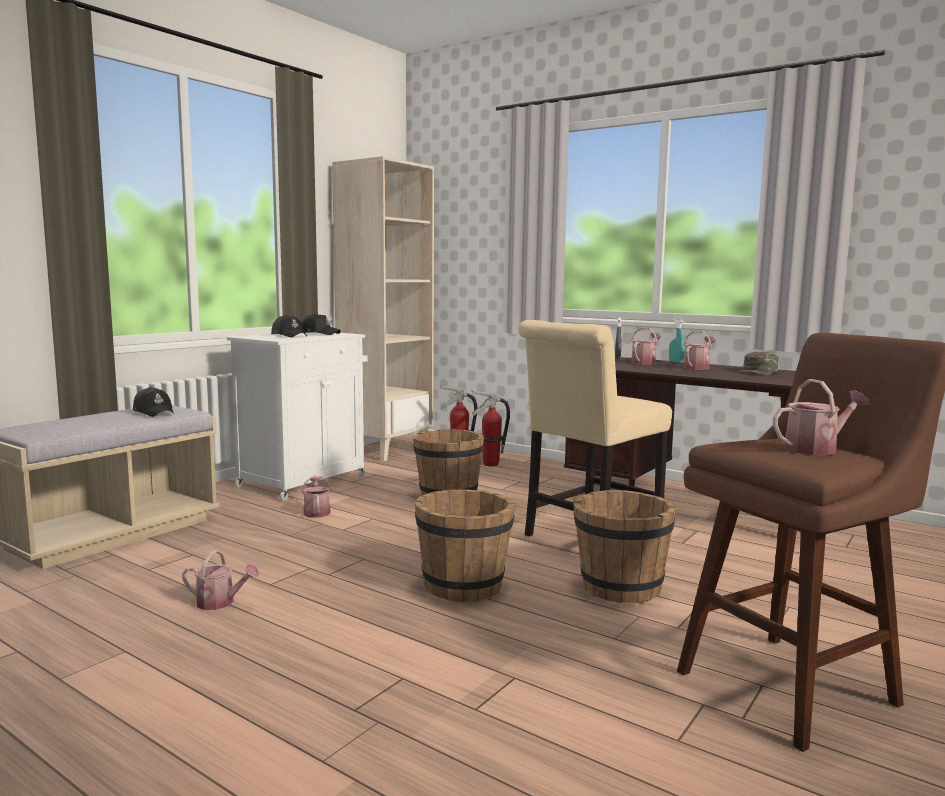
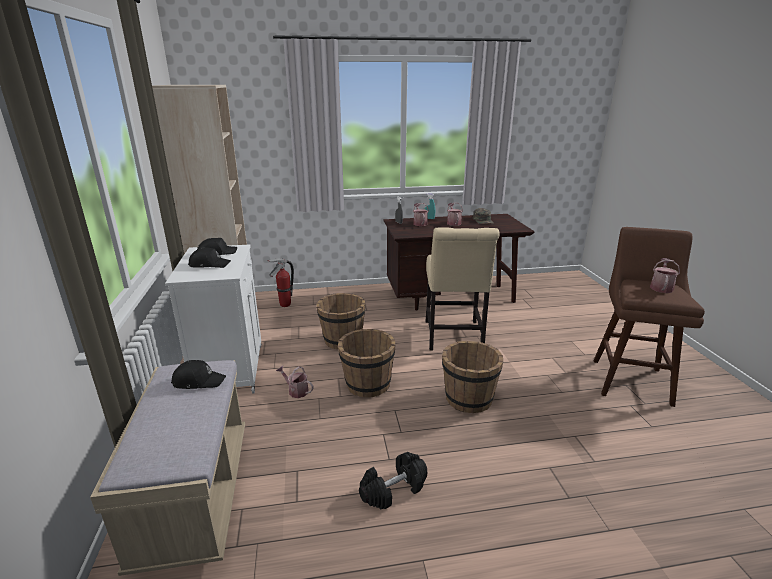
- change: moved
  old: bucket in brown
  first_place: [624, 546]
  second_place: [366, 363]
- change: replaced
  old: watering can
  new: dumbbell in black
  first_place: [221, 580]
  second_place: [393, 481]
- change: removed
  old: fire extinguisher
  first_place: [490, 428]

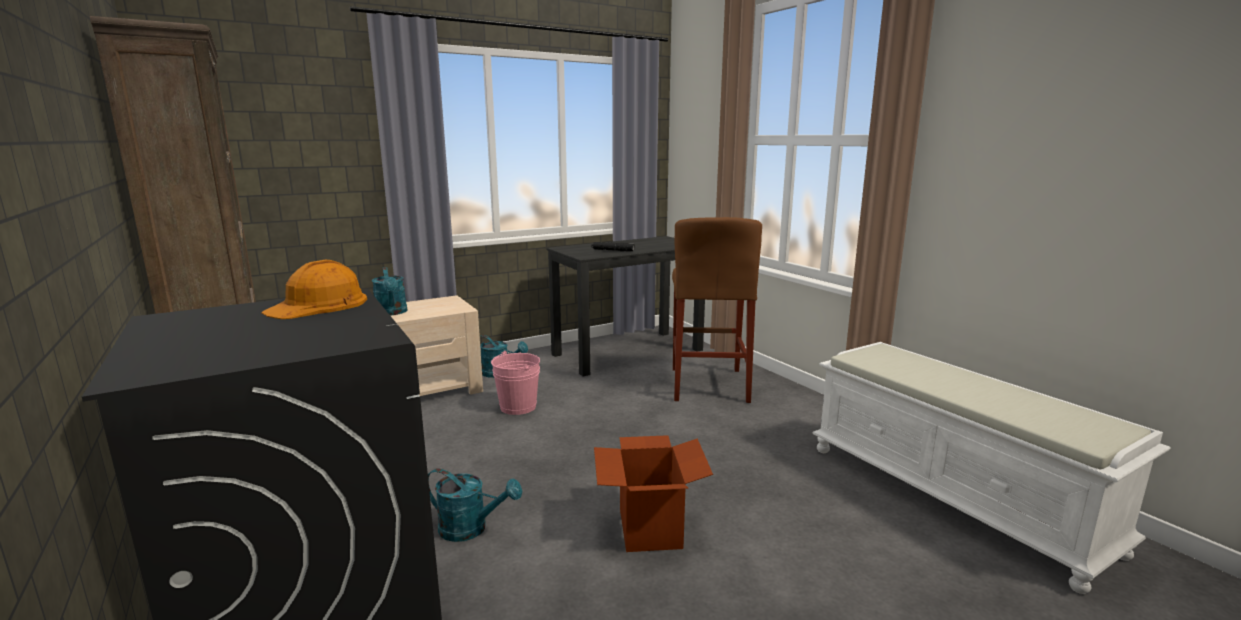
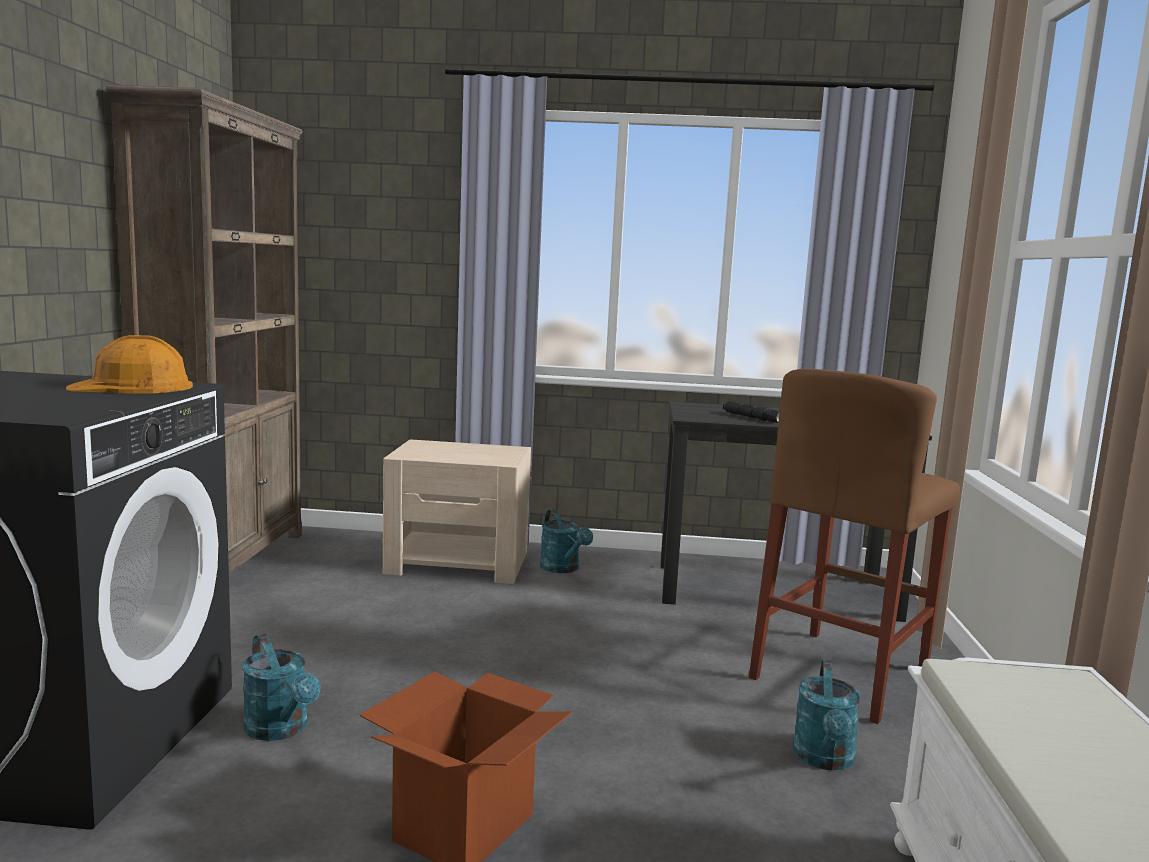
- change: moved
  old: watering can in turquoise
  first_place: [389, 291]
  second_place: [827, 714]
- change: removed
  old: bucket in pink
  first_place: [515, 383]

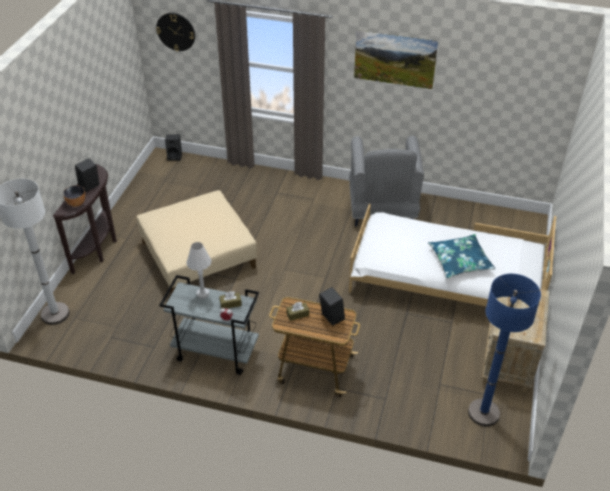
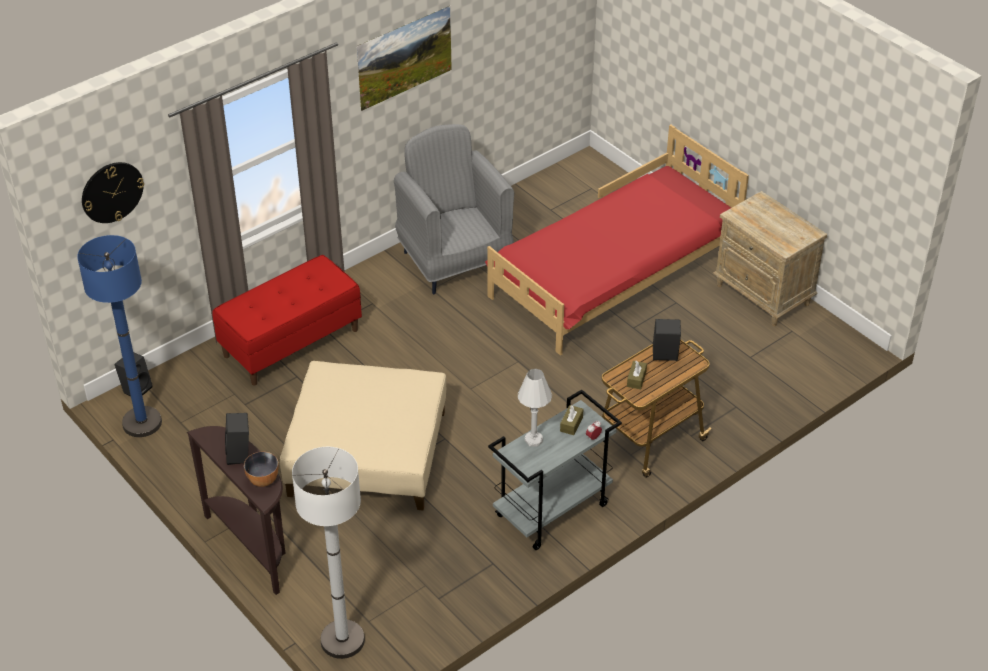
- change: moved
  old: floor lamp in blue
  first_place: [504, 350]
  second_place: [119, 336]
- change: added
  new: bench in red
  second_place: [287, 320]
- change: turned
  old: armchair in grey
  first_place: [386, 181]
  second_place: [454, 209]
  degrees: -150
- change: recoloured
  old: bed in white
  new: bed in red
  first_place: [452, 255]
  second_place: [617, 240]
- change: removed
  old: pillow in blue
  first_place: [461, 256]

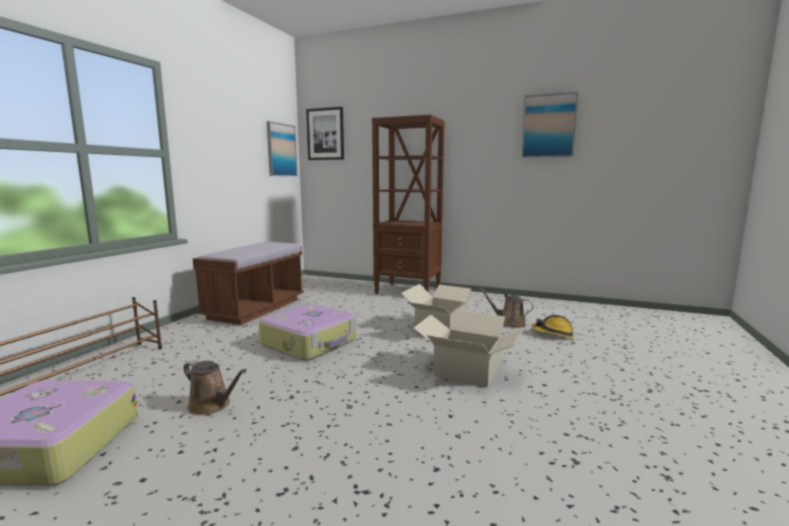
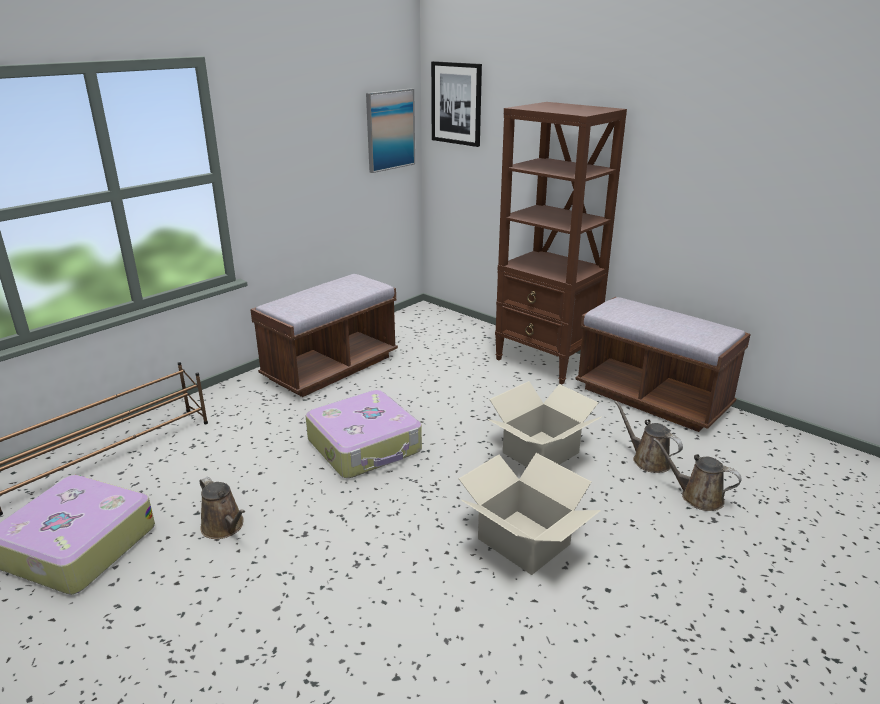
- change: added
  new: bench in brown
  second_place: [663, 364]
- change: replaced
  old: hard hat
  new: watering can in brown
  first_place: [553, 326]
  second_place: [697, 474]
- change: removed
  old: picture
  first_place: [549, 125]

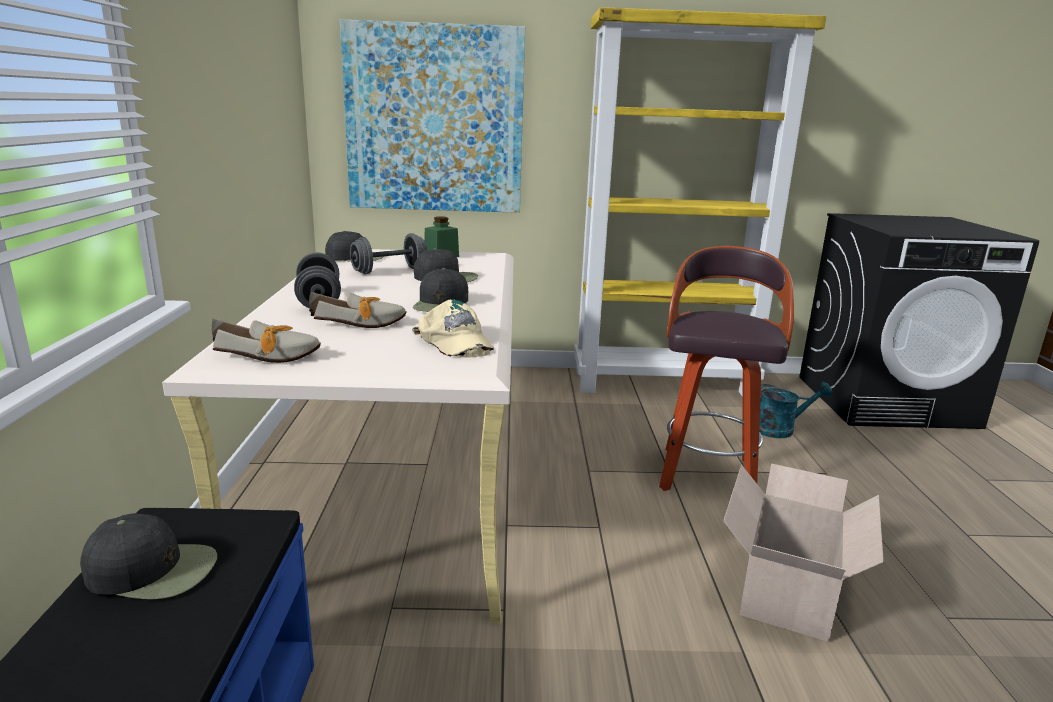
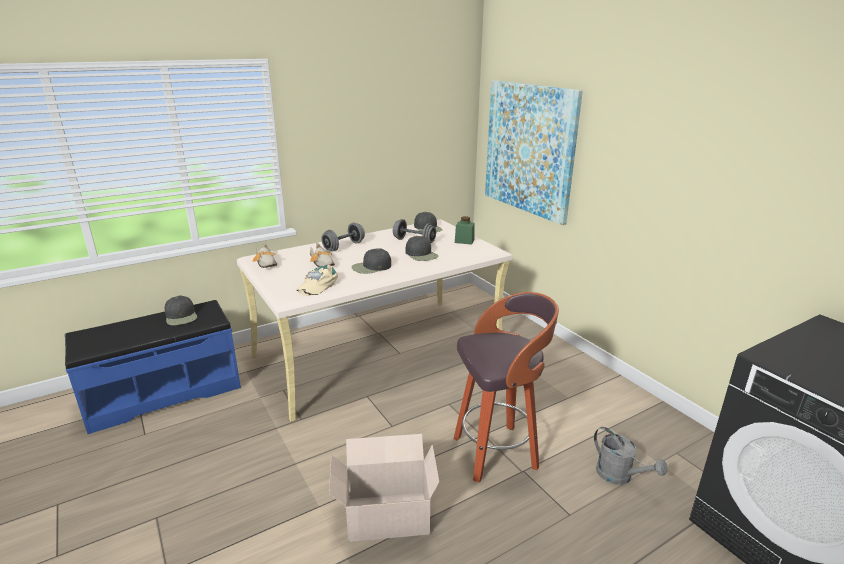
- change: recoloured
  old: watering can in turquoise
  new: watering can in grey
  first_place: [795, 410]
  second_place: [630, 456]
- change: removed
  old: bookcase in yellow
  first_place: [700, 201]

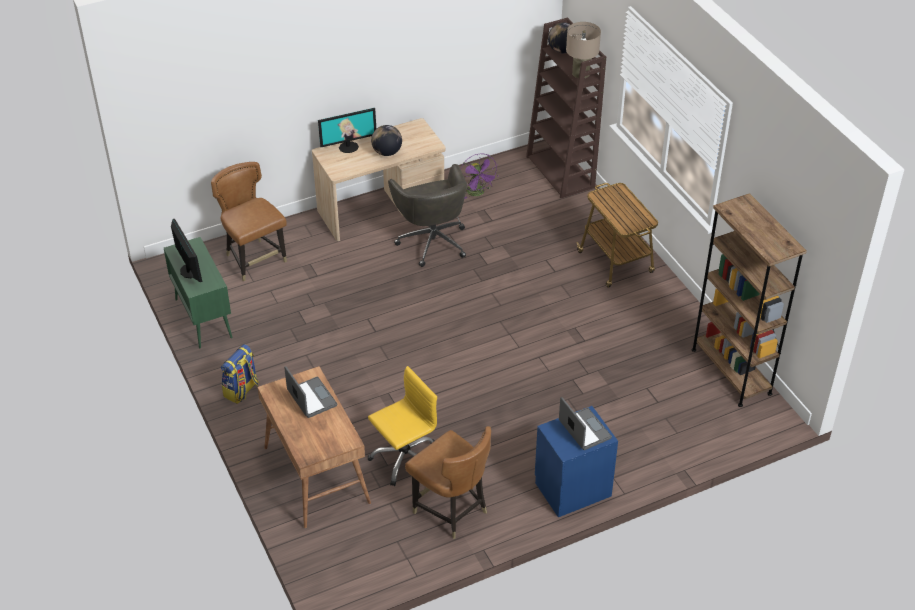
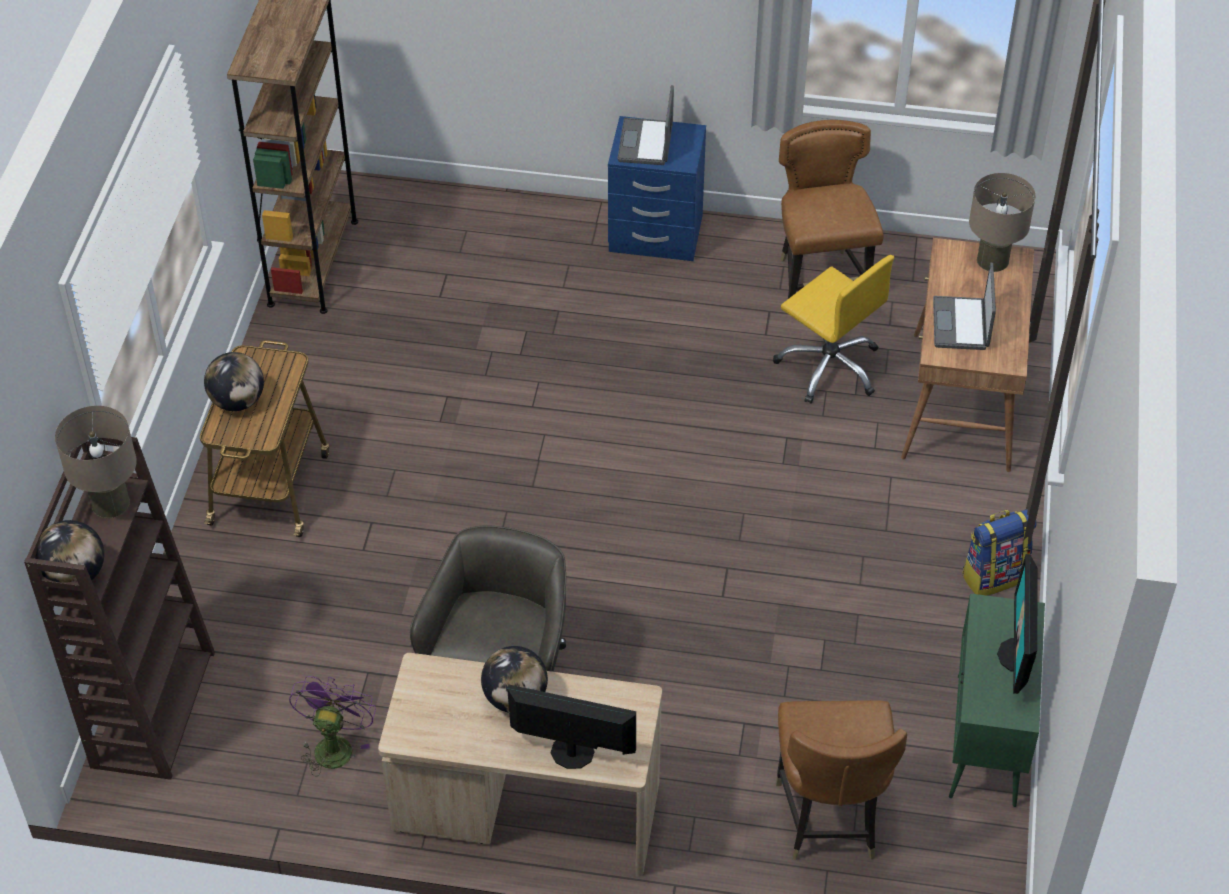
- change: added
  new: globe
  second_place: [234, 381]
- change: turned
  old: office chair in yellow
  first_place: [402, 426]
  second_place: [833, 329]
  degrees: -135
- change: added
  new: table lamp in beige
  second_place: [1002, 222]

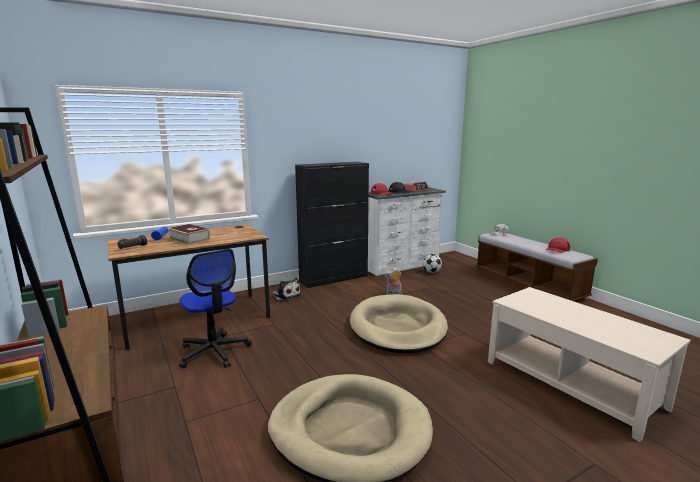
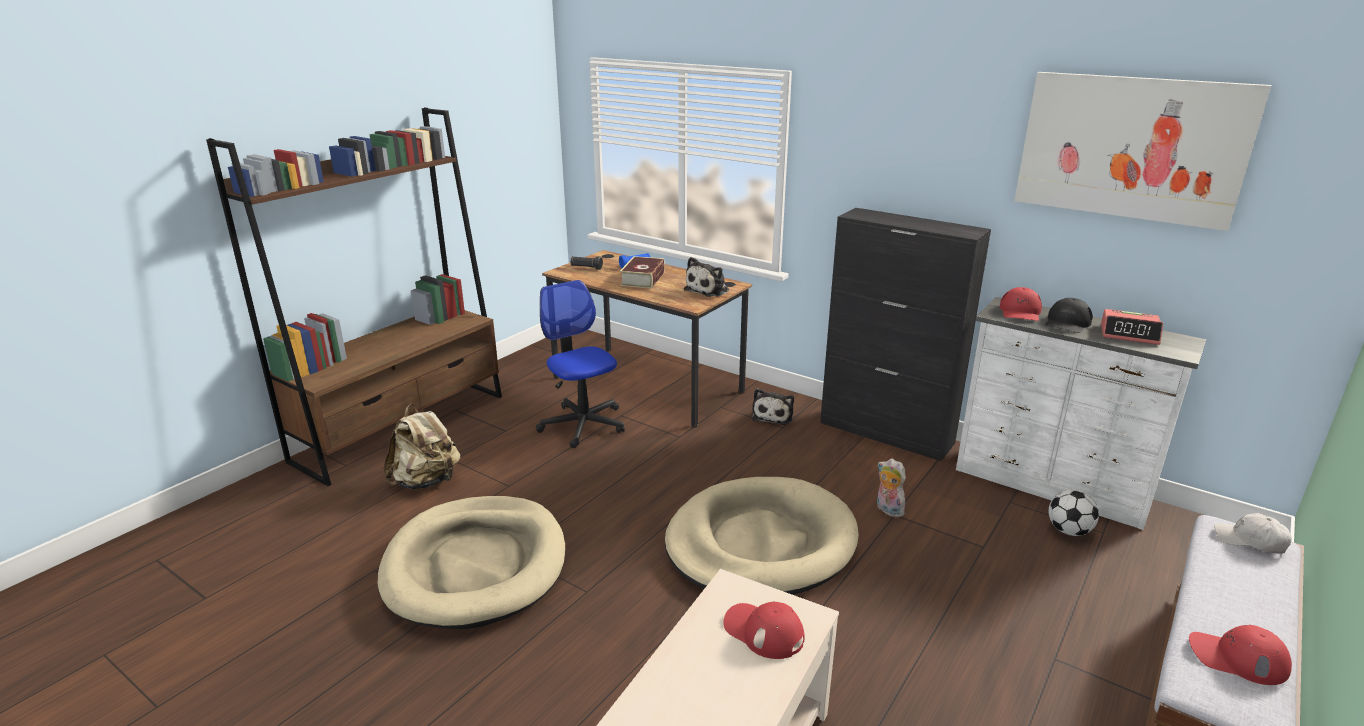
- change: added
  new: backpack in beige
  second_place: [421, 447]
- change: turned
  old: office chair
  first_place: [215, 308]
  second_place: [580, 364]
  degrees: 120
- change: added
  new: plush toy
  second_place: [706, 277]
- change: added
  new: cap in red
  second_place: [764, 630]
- change: added
  new: picture
  second_place: [1142, 151]

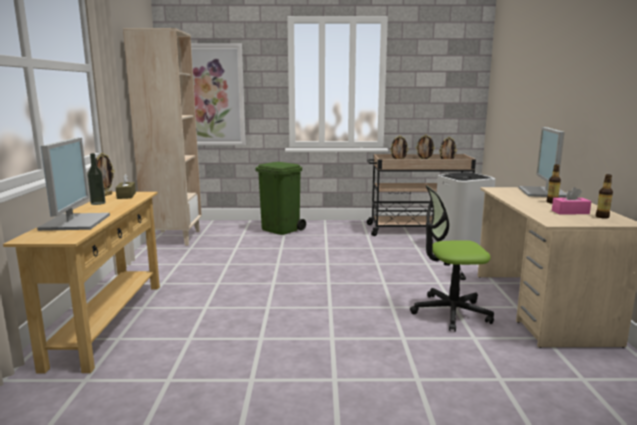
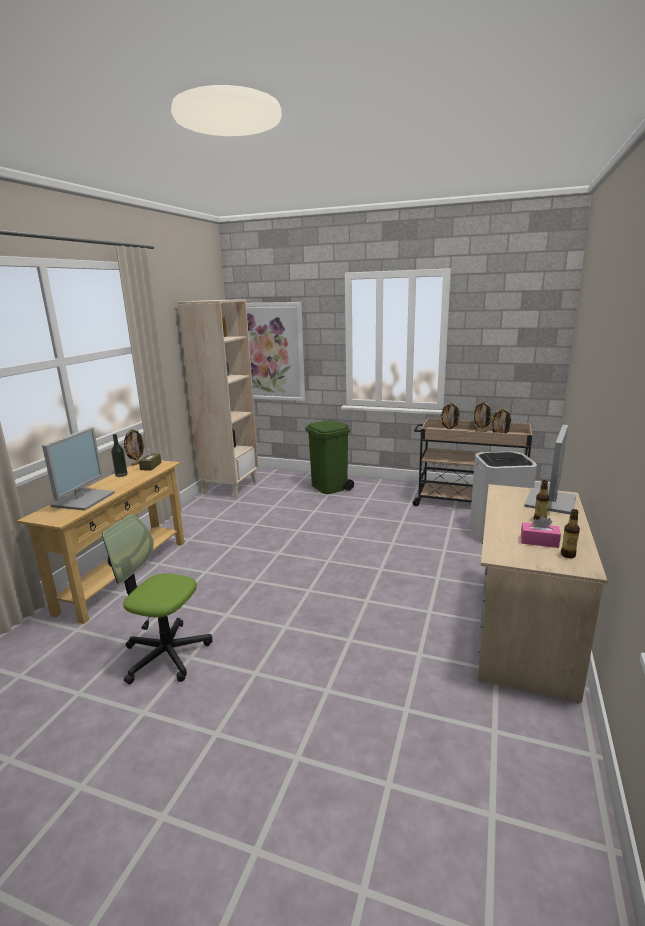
- change: moved
  old: office chair
  first_place: [452, 258]
  second_place: [157, 599]

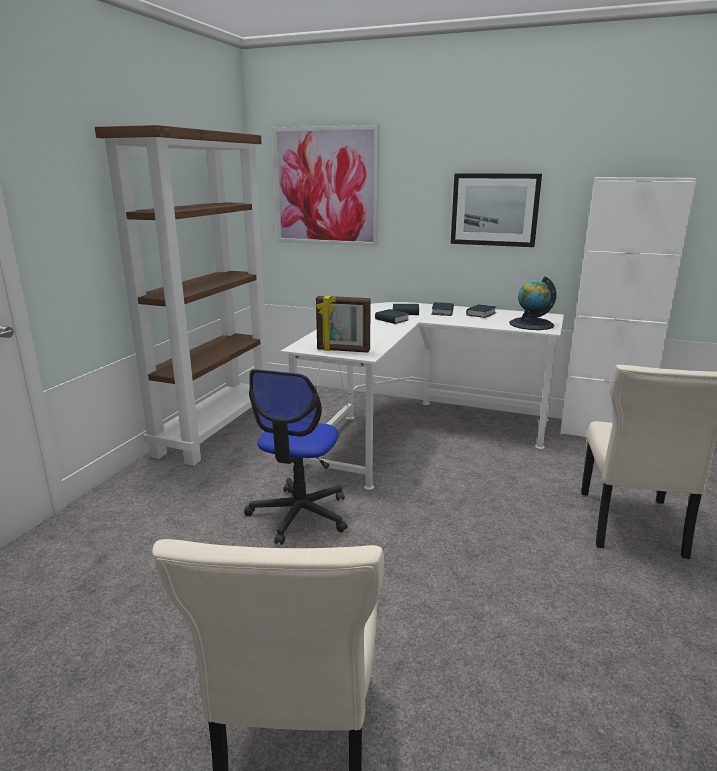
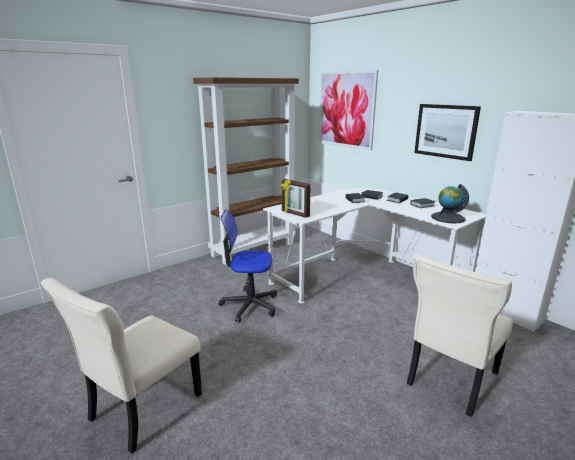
- change: turned
  old: office chair
  first_place: [295, 457]
  second_place: [248, 266]
  degrees: 45

